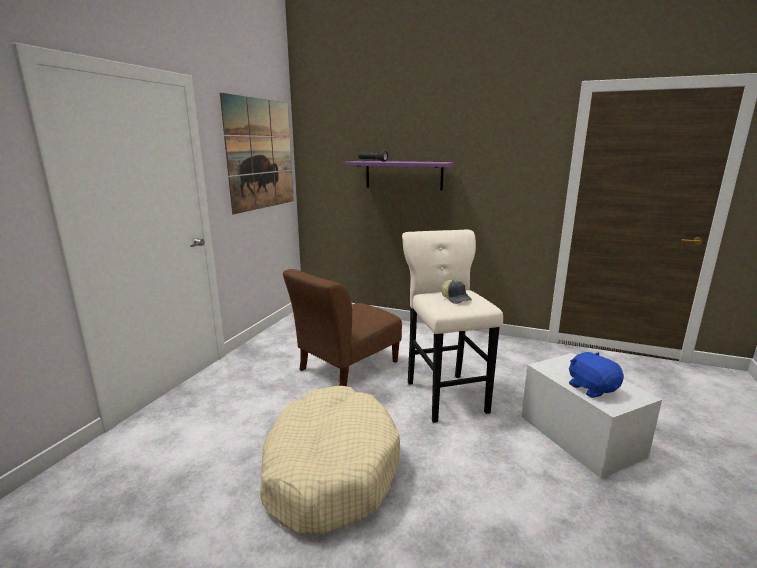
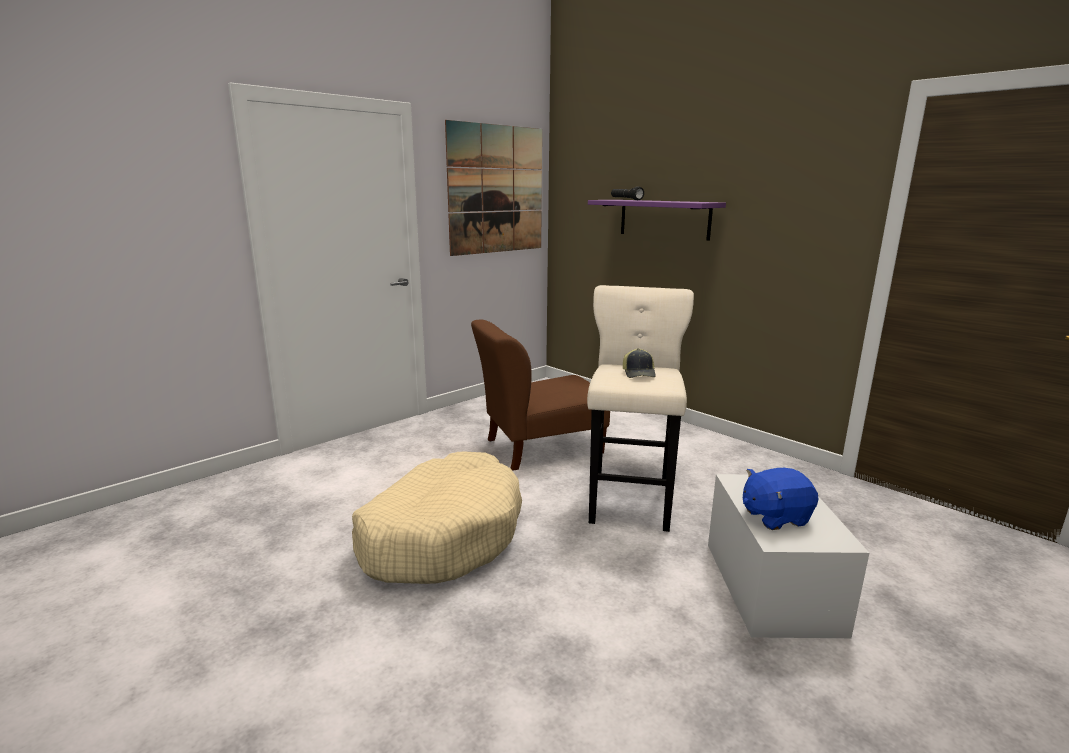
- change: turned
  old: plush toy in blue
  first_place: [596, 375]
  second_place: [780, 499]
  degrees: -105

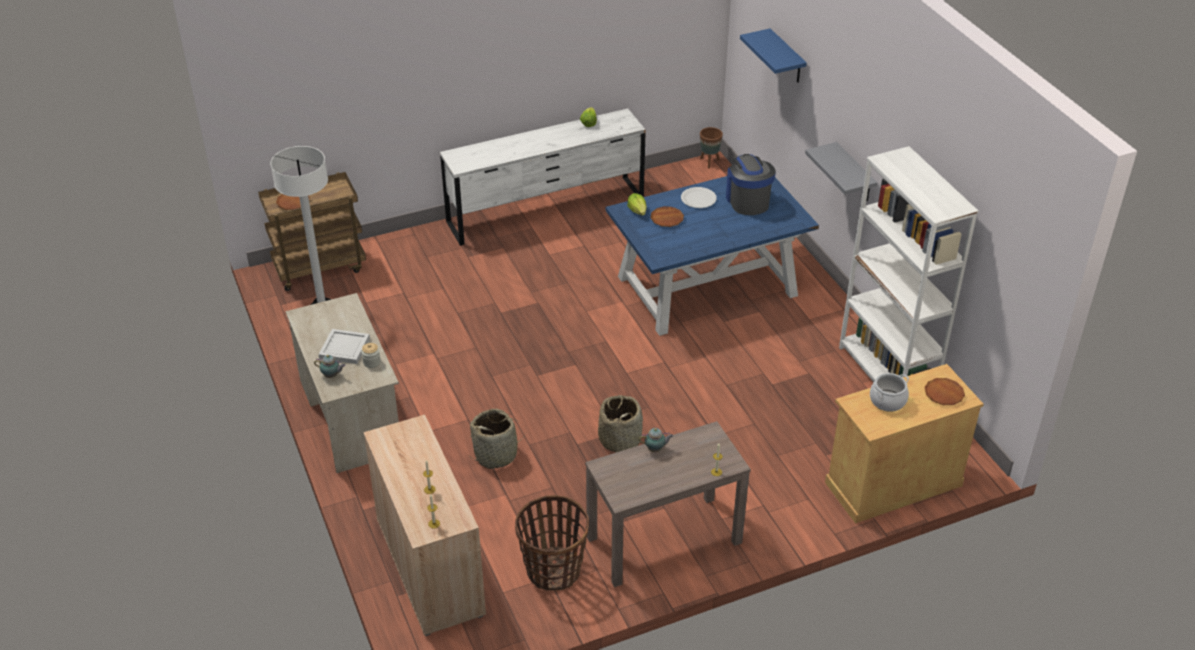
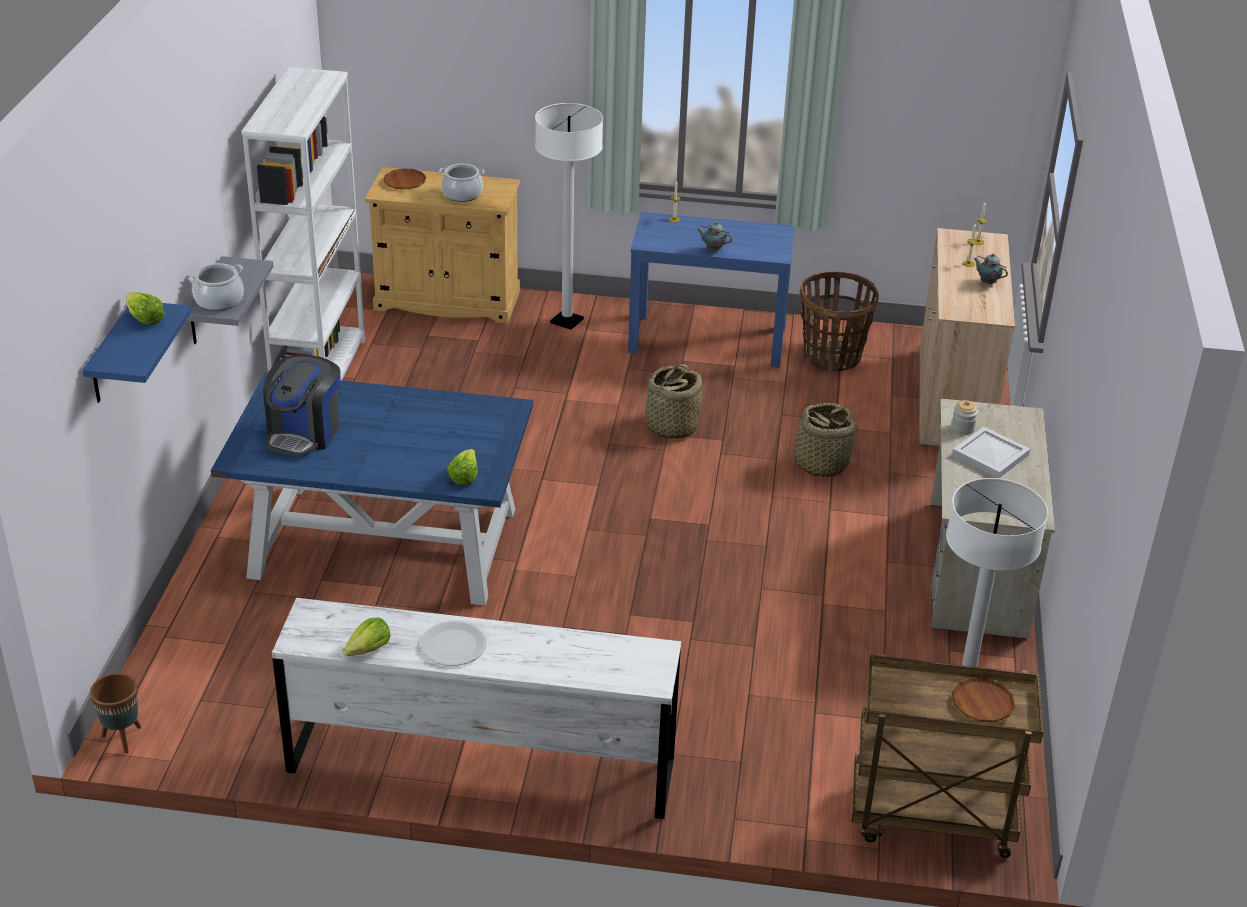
- change: added
  new: lettuce
  second_place: [145, 308]
- change: added
  new: cooking pot
  second_place: [216, 287]
- change: moved
  old: plate in white
  first_place: [699, 197]
  second_place: [453, 643]
- change: added
  new: floor lamp in white
  second_place: [569, 216]
- change: recoloured
  old: console table in brown
  new: console table in blue
  first_place: [668, 504]
  second_place: [711, 289]
- change: moved
  old: teapot
  first_place: [330, 366]
  second_place: [990, 268]
- change: removed
  old: plate in brown
  first_place: [667, 216]

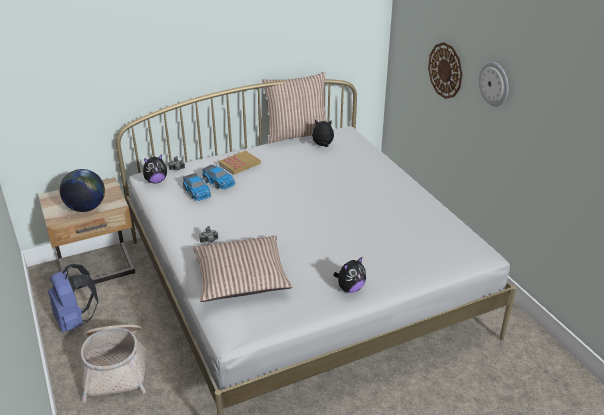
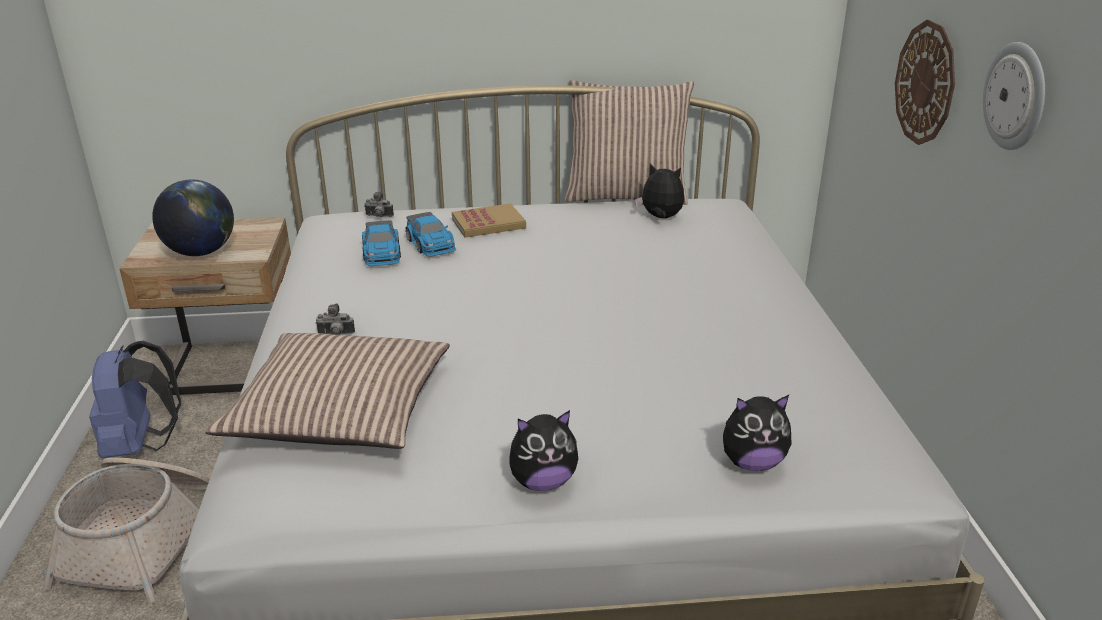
- change: moved
  old: plush toy
  first_place: [155, 169]
  second_place: [757, 433]

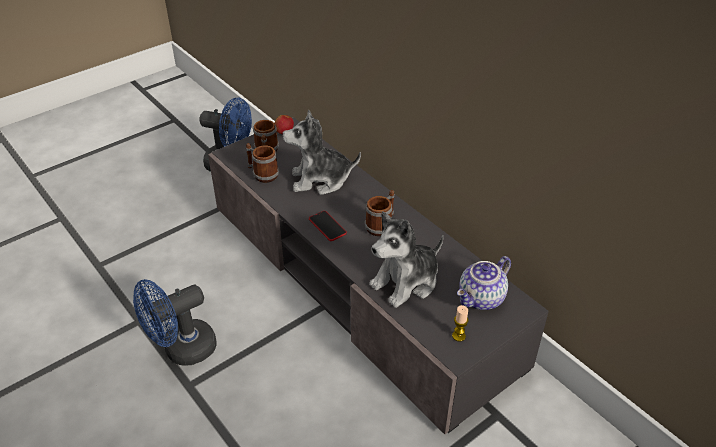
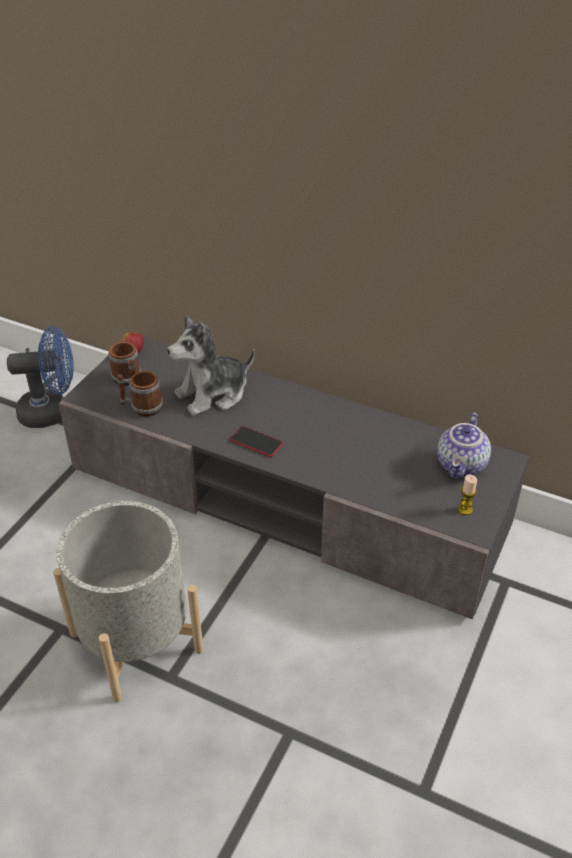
- change: replaced
  old: fan in blue
  new: planter in grey
  first_place: [175, 322]
  second_place: [128, 602]
- change: removed
  old: mug
  first_place: [380, 213]
- change: removed
  old: plush toy
  first_place: [406, 259]

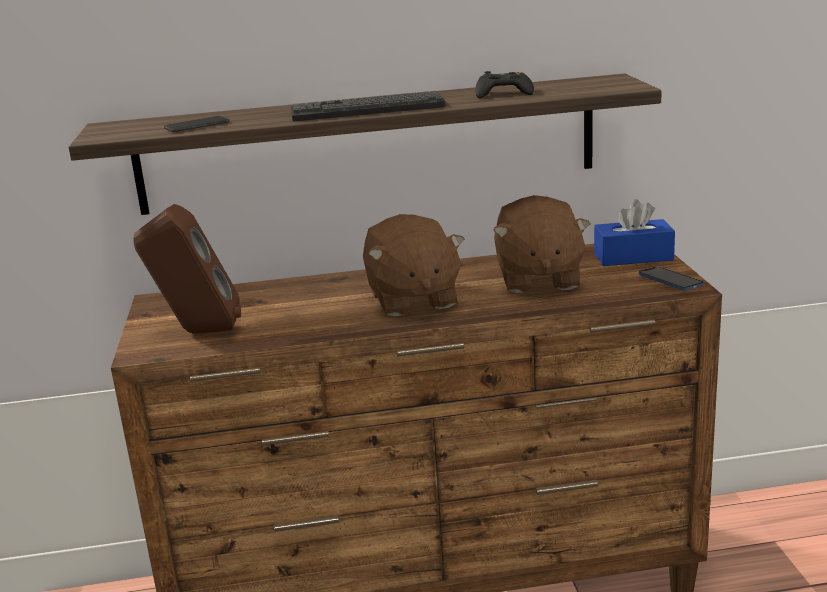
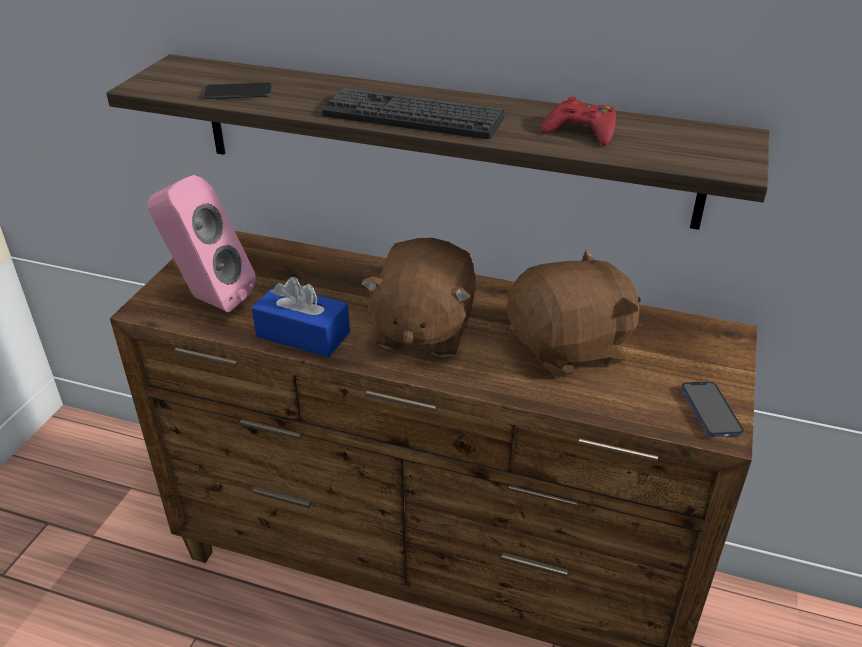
- change: recoloured
  old: speaker in brown
  new: speaker in pink
  first_place: [187, 268]
  second_place: [201, 243]
- change: moved
  old: tissue box in blue
  first_place: [634, 232]
  second_place: [301, 317]
- change: turned
  old: plush toy in brown
  first_place: [541, 244]
  second_place: [574, 313]
  degrees: -135
- change: recoloured
  old: game controller in black
  new: game controller in red
  first_place: [504, 84]
  second_place: [578, 121]

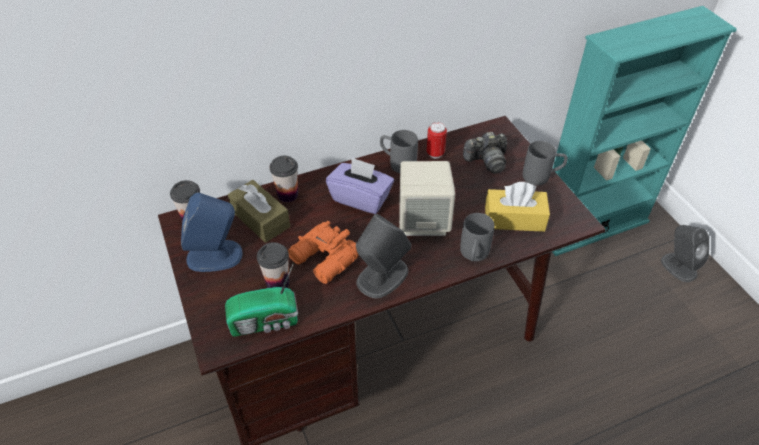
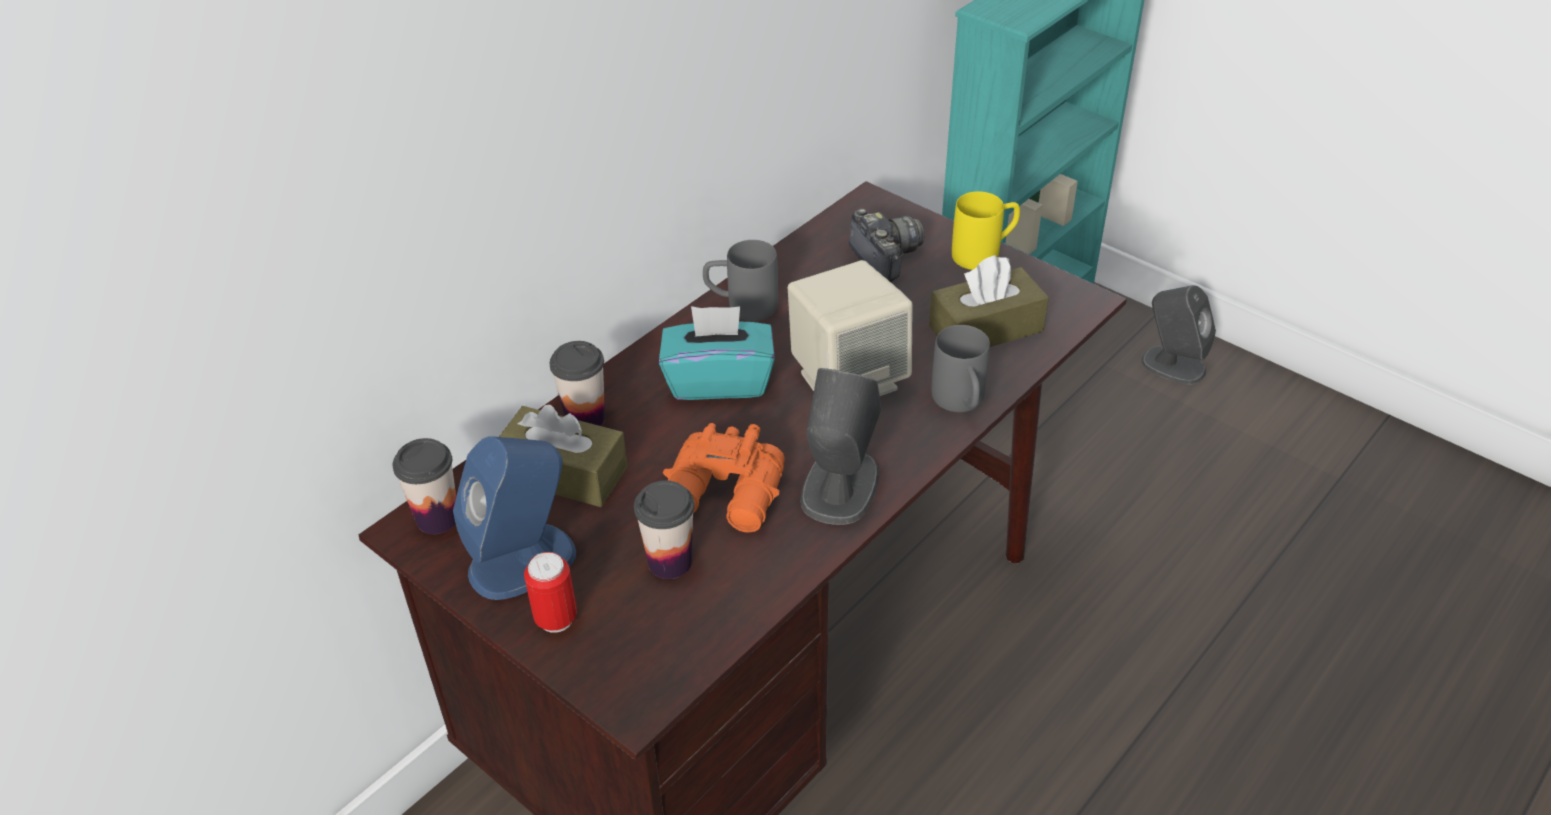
- change: moved
  old: can
  first_place: [437, 140]
  second_place: [550, 592]
- change: recoloured
  old: tissue box in purple
  new: tissue box in turquoise
  first_place: [360, 185]
  second_place: [717, 353]
- change: turned
  old: photo camera
  first_place: [485, 153]
  second_place: [887, 245]
  degrees: -75
- change: recoloured
  old: tissue box in yellow
  new: tissue box in brown
  first_place: [517, 207]
  second_place: [989, 301]
- change: recoloured
  old: mug in grey
  new: mug in yellow
  first_place: [545, 163]
  second_place: [986, 230]
- change: removed
  old: radio
  first_place: [261, 299]

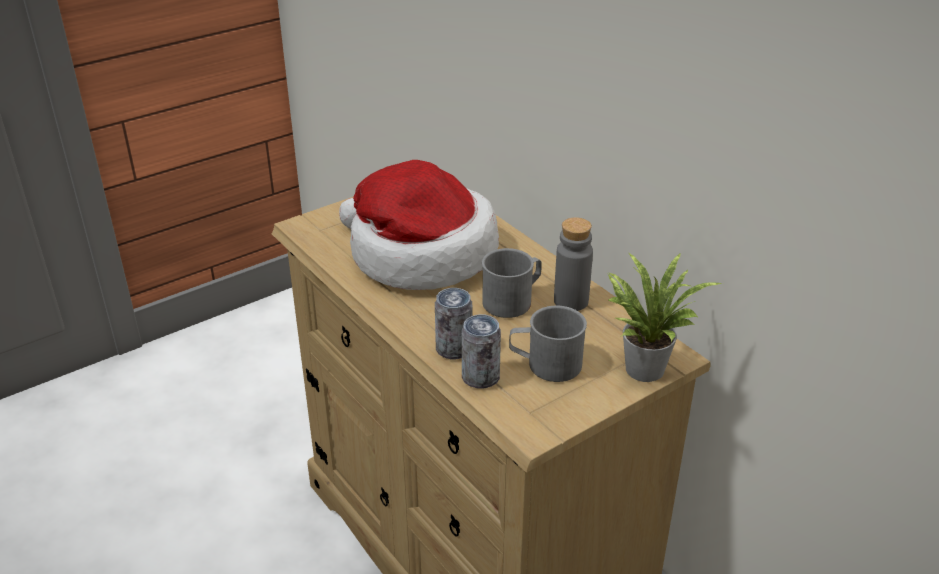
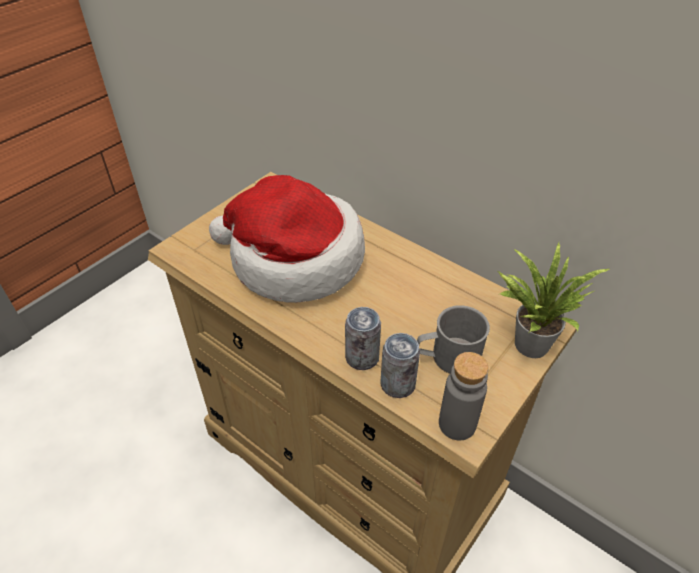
- change: moved
  old: bottle in grey
  first_place: [573, 264]
  second_place: [464, 396]
- change: removed
  old: mug in grey
  first_place: [512, 283]

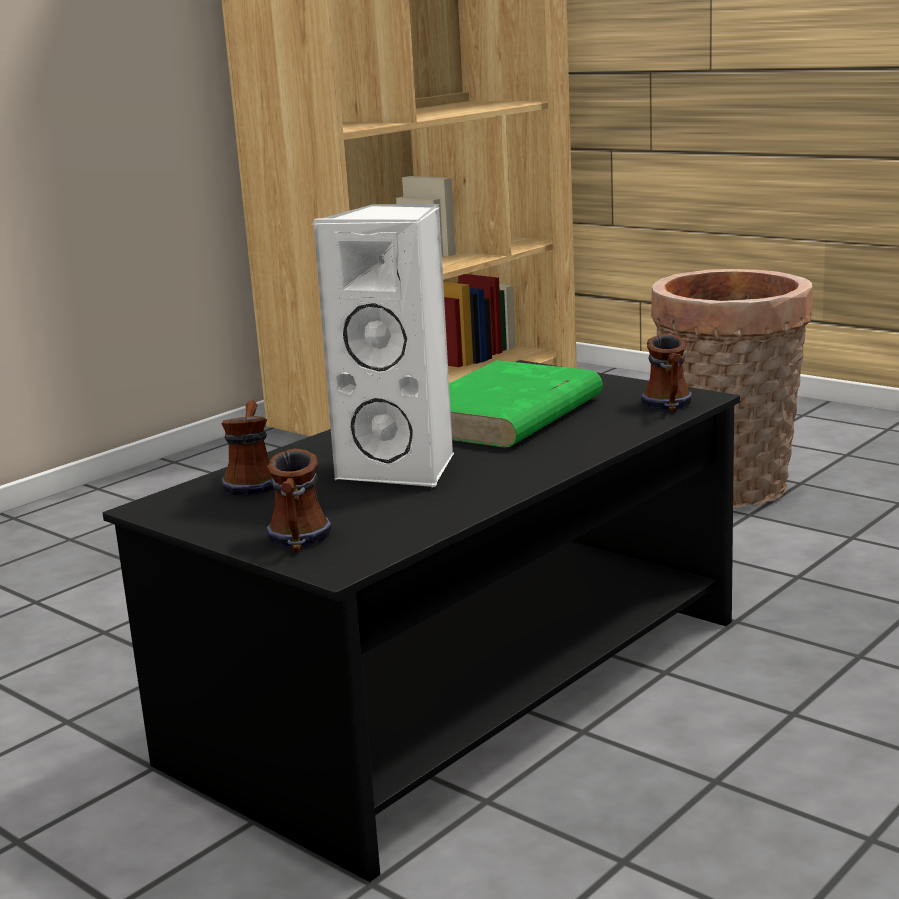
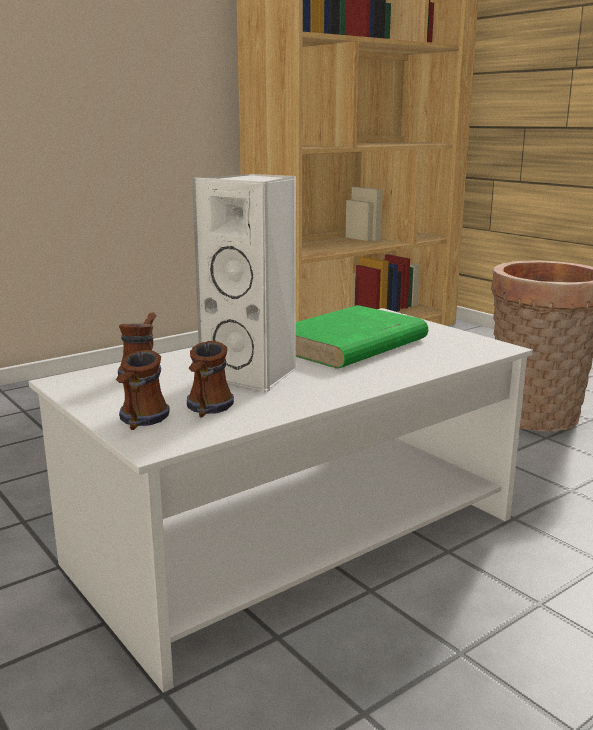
- change: recoloured
  old: coffee table in black
  new: coffee table in white
  first_place: [421, 621]
  second_place: [281, 500]
- change: moved
  old: mug
  first_place: [666, 373]
  second_place: [210, 379]

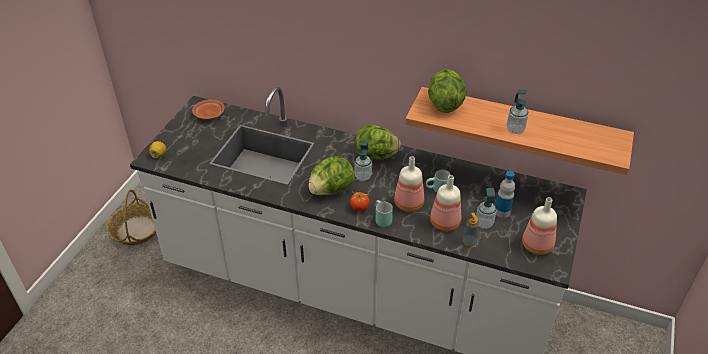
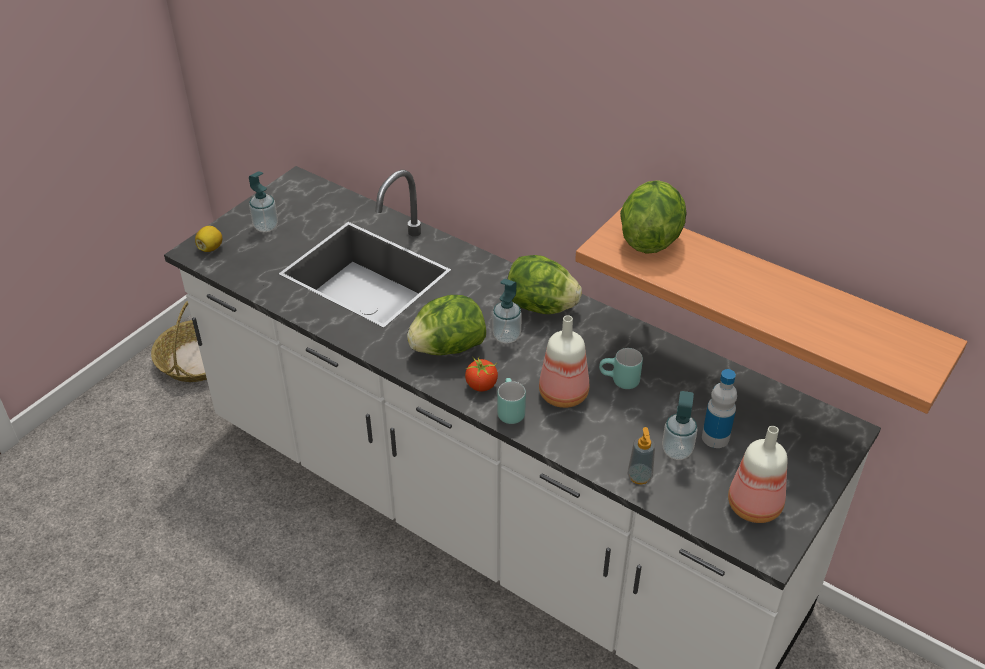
- change: moved
  old: soap dispenser
  first_place: [518, 111]
  second_place: [263, 201]
- change: removed
  old: plate in brown
  first_place: [208, 109]
- change: removed
  old: bottle
  first_place: [445, 203]

